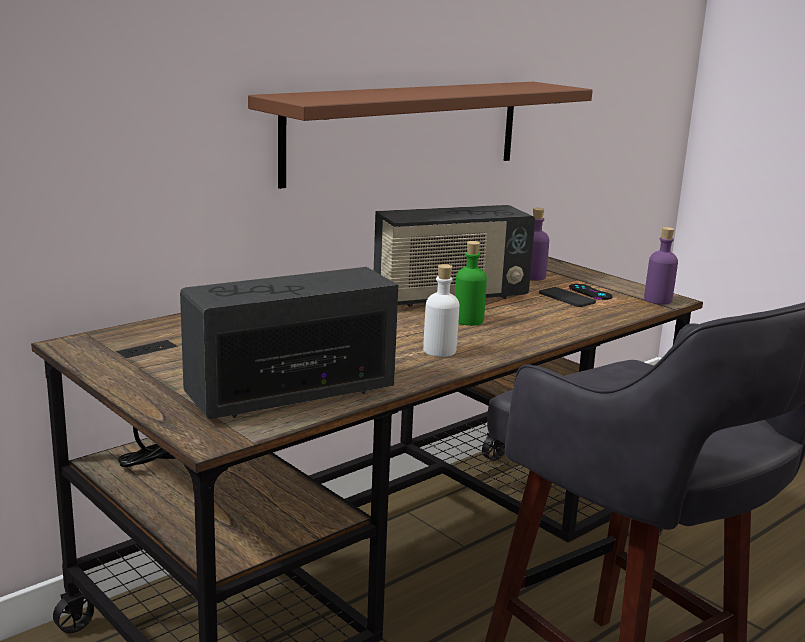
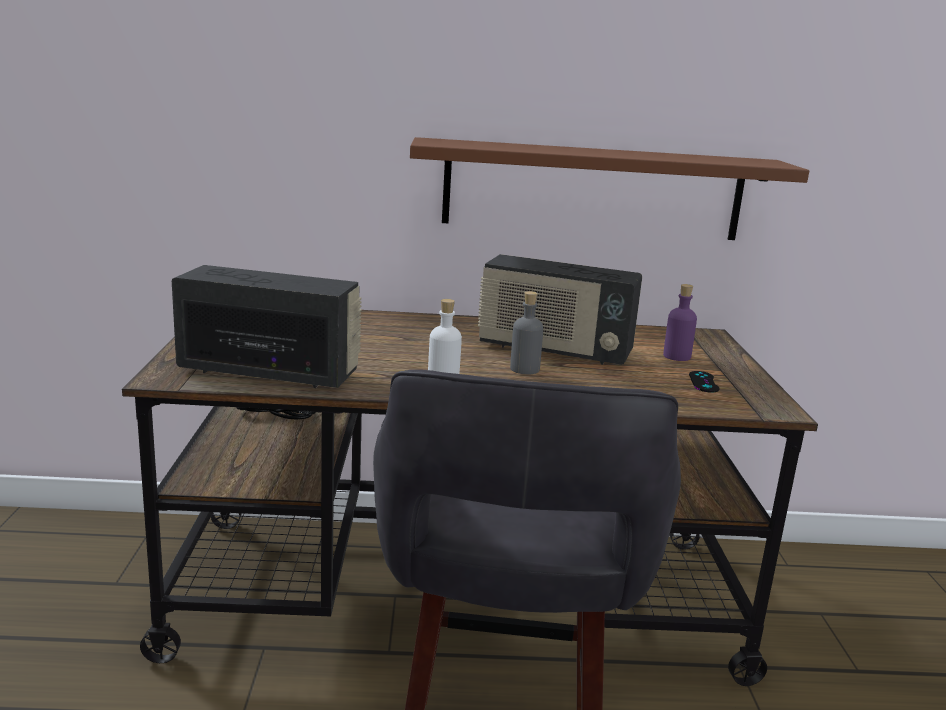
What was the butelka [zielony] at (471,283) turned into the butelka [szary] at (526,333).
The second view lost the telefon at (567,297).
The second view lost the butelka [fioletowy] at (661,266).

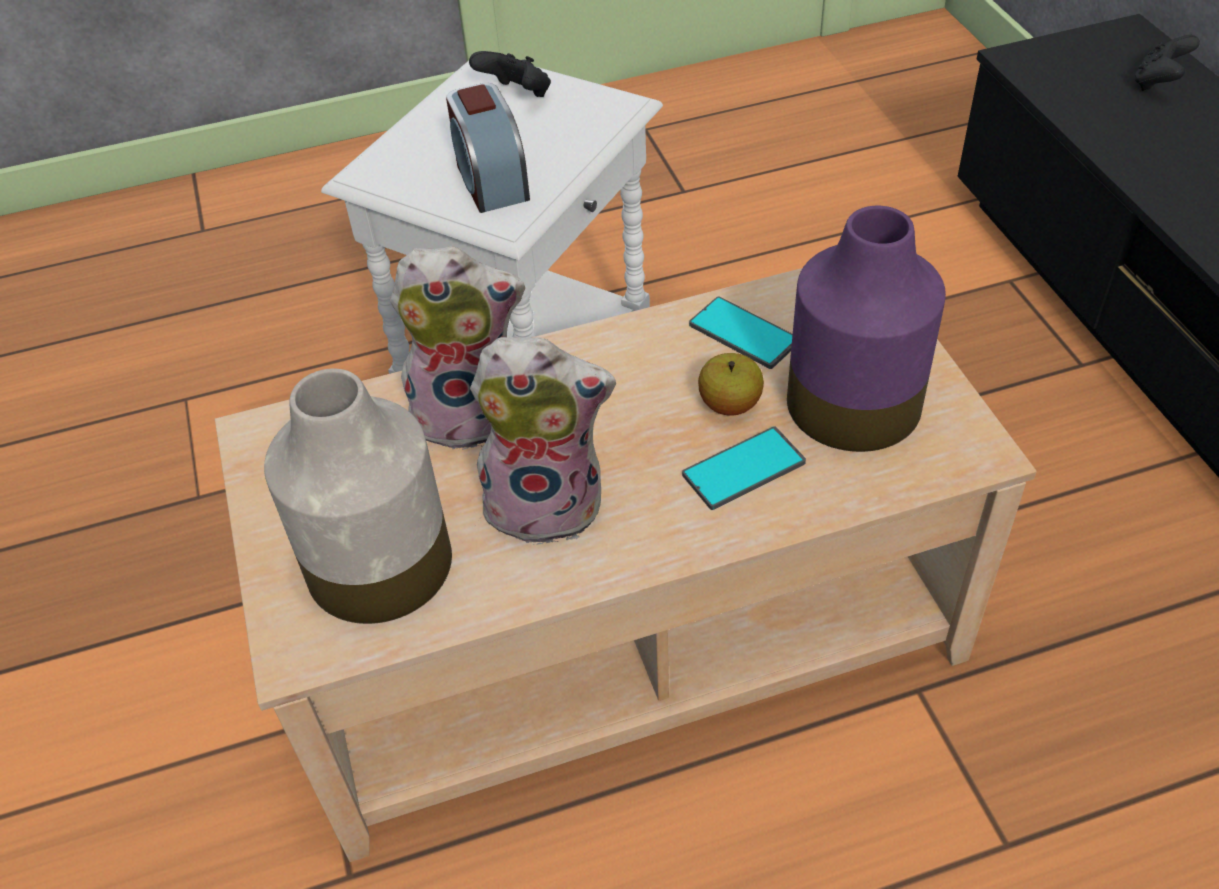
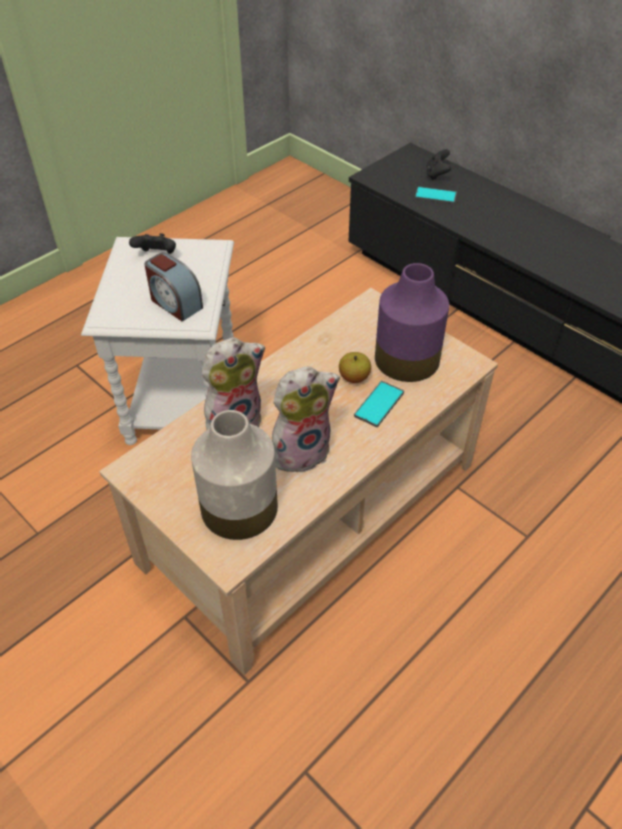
The telefon ended up elsewhere, having gone from (741,332) to (436,195).

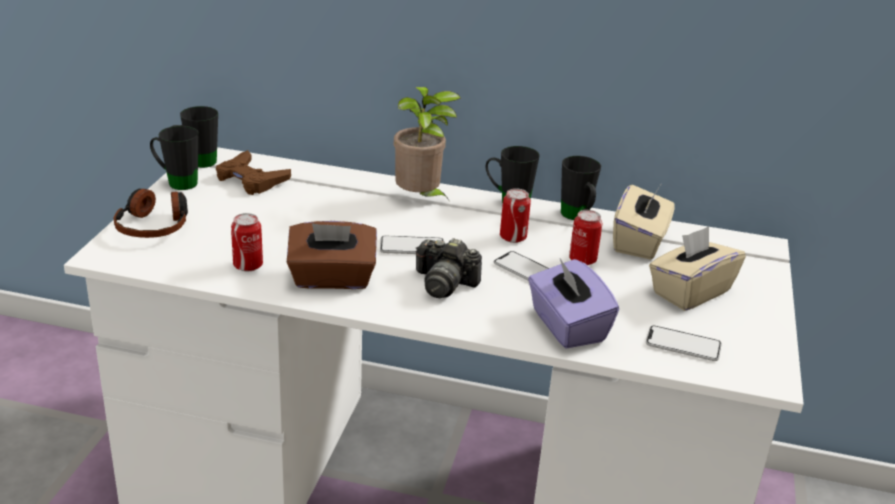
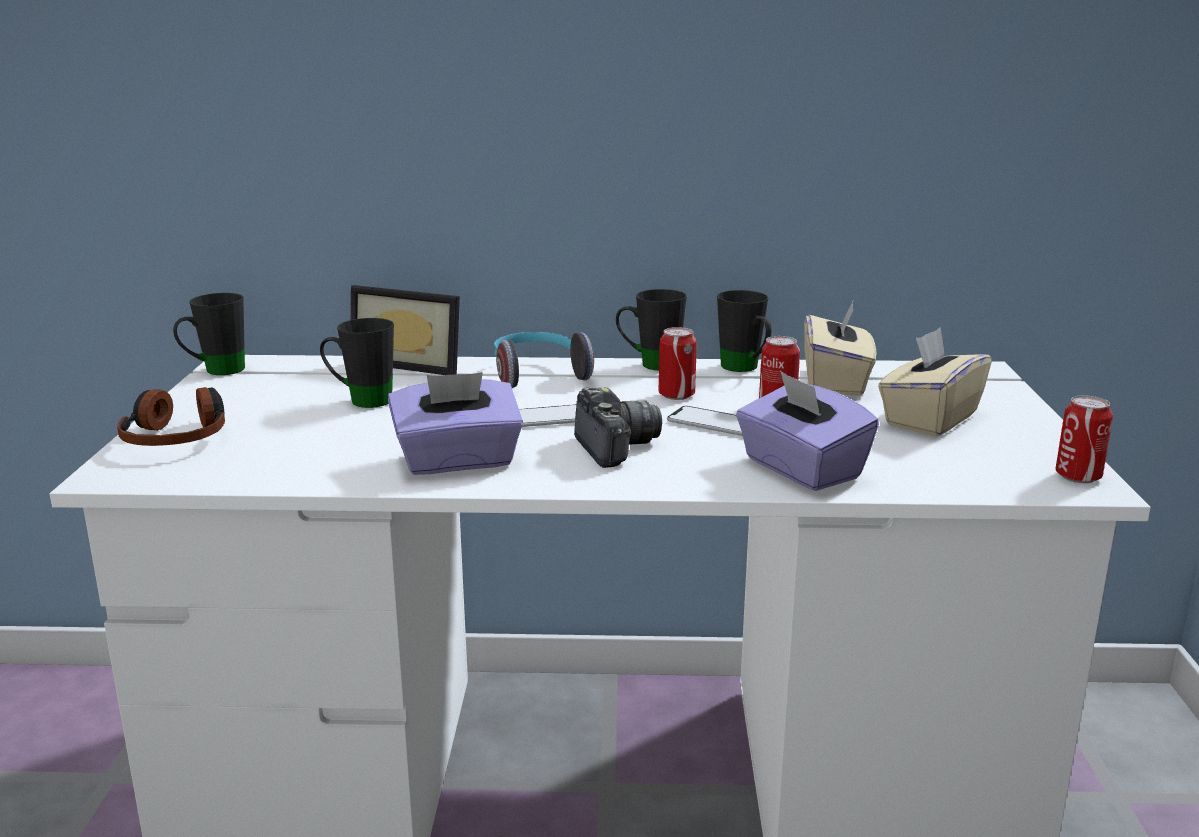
The kubek [czarny] ended up elsewhere, having gone from (174,158) to (357,363).
The second view lost the pad do gier [brązowy] at (253,172).
The puszka ended up elsewhere, having gone from (247,242) to (1084,439).
What was the pudełko chusteczek [brązowy] at (332,255) turned into the pudełko chusteczek [fioletowy] at (455,423).
Where the roślina doniczkowa stood at (427,143), the słuchawki came to stand at (544,360).
The aparat fotograficzny at (449,268) ended up facing another way, 120 degrees counterclockwise from before.
The second view lost the telefon at (684,343).
The second view gained the ramka na zdjęcie at (405,330).

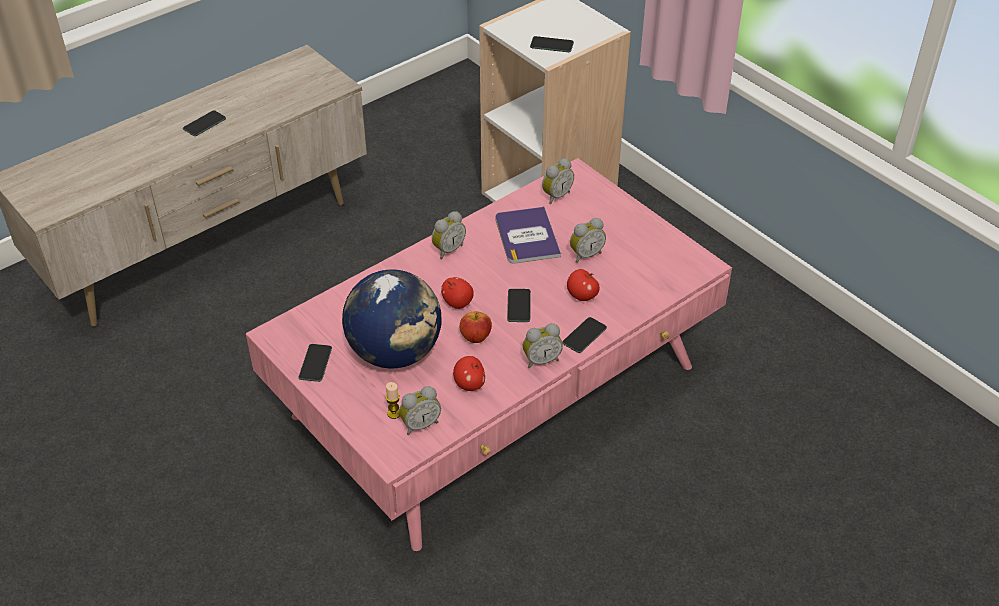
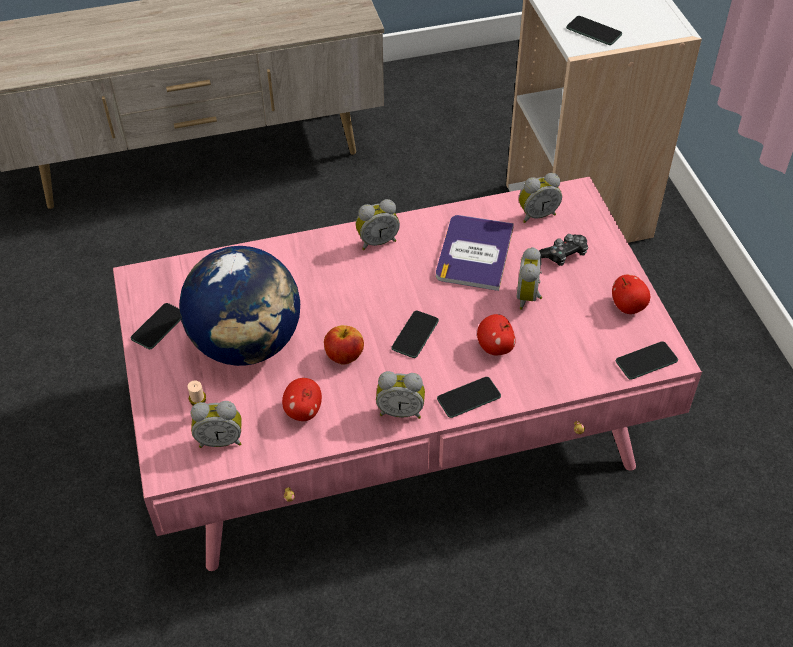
The telefon ended up elsewhere, having gone from (204,123) to (647,360).
The jabłko ended up elsewhere, having gone from (457,293) to (631,294).
The budzik at (588,240) ended up facing another way, 105 degrees clockwise from before.
The second view gained the pad do gier at (563,250).

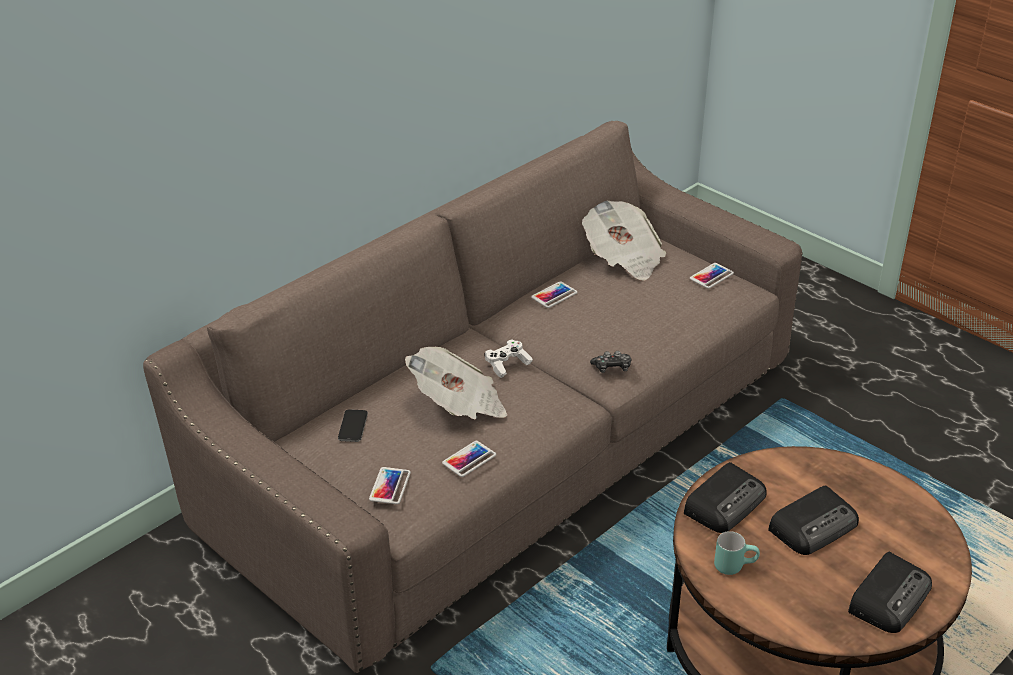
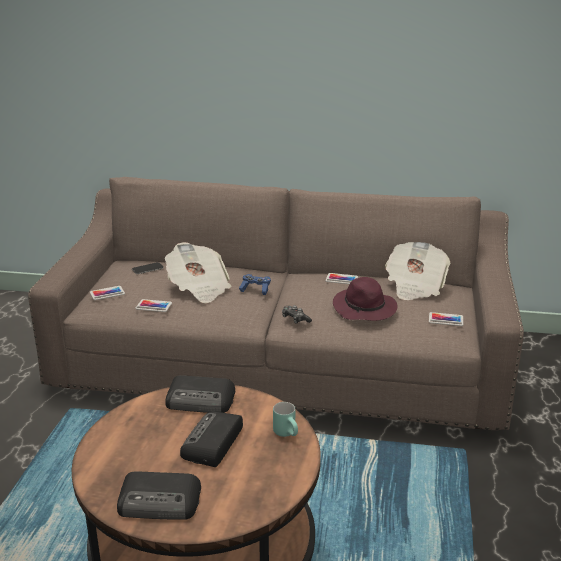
What was the pad do gier [biały] at (509,358) turned into the pad do gier [niebieski] at (255,284).
The kubek [turkusowy] ended up elsewhere, having gone from (737,553) to (285,419).
The radio at (813,520) ended up facing another way, 90 degrees clockwise from before.
The second view gained the kapelusz [fioletowy] at (365,299).

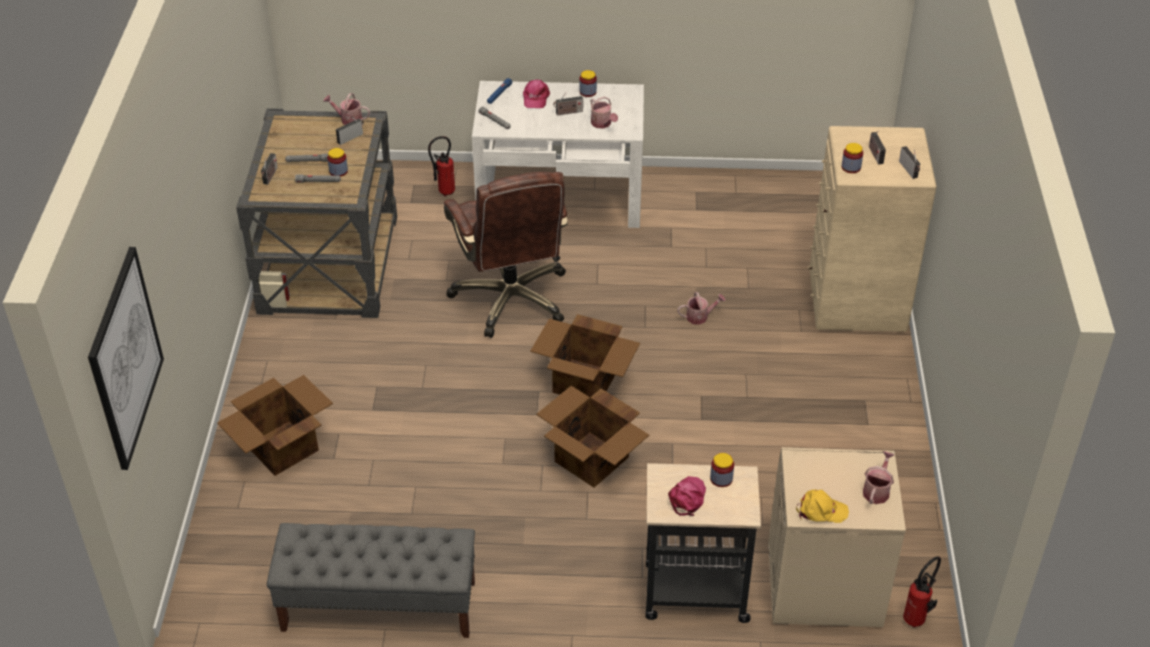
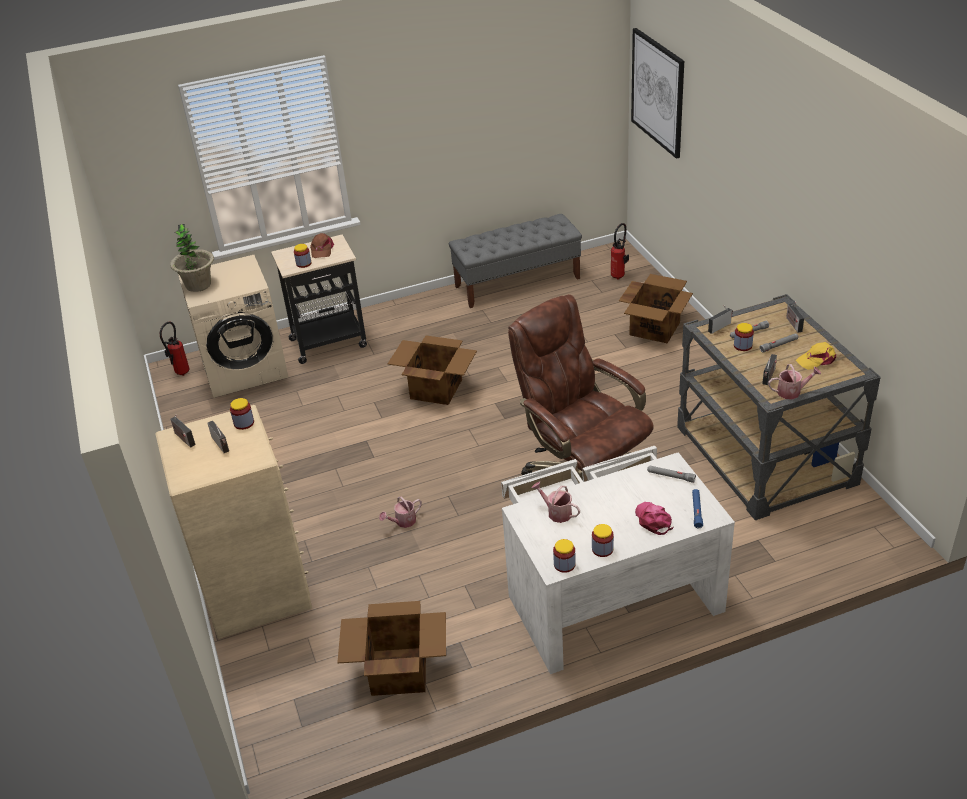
The gaśnica ended up elsewhere, having gone from (441,166) to (620,251).
The karton ended up elsewhere, having gone from (585,355) to (391,648).
The radio ended up elsewhere, having gone from (568,104) to (720,319).
What was the czapka z daszkiem [różowy] at (687,496) turned into the czapka z daszkiem [brązowy] at (322,245).
The czapka z daszkiem [żółty] ended up elsewhere, having gone from (822,506) to (816,356).
Where the konewka stood at (878,477), the roślina doniczkowa came to stand at (192,258).
The second view gained the słoik at (564,556).

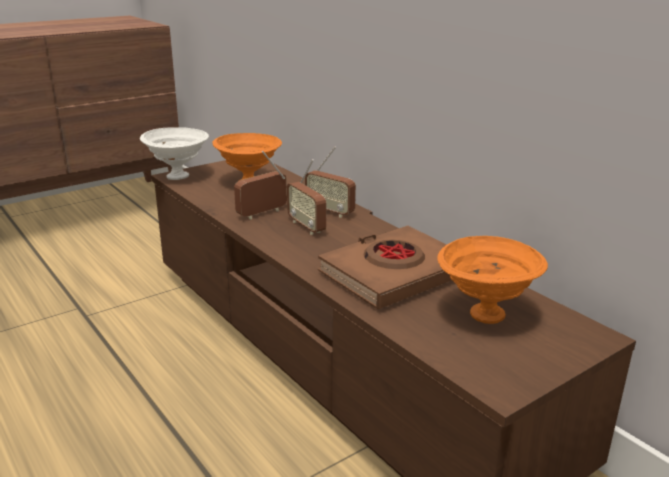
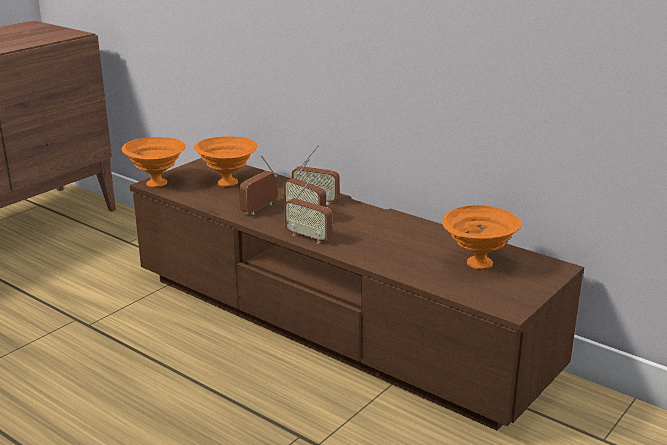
What was the miska [biały] at (174,153) turned into the miska [pomarańczowy] at (154,162).
The second view lost the książka [brązowy] at (384,267).
The second view gained the radio at (308,210).

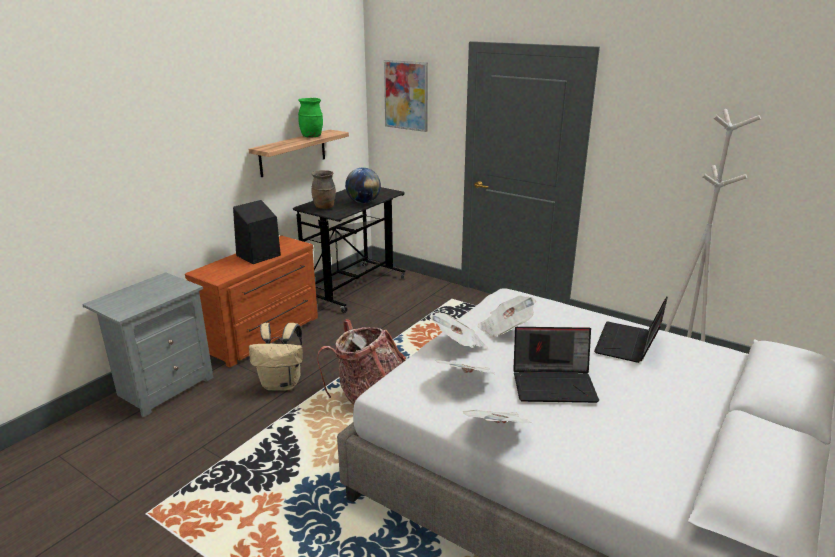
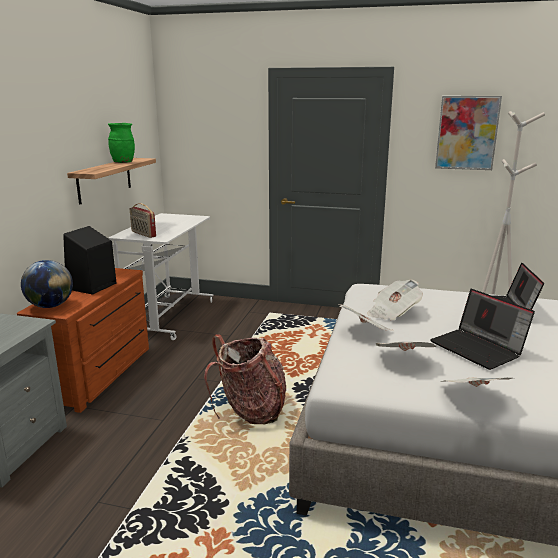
The second view lost the plecak [beżowy] at (276,357).
What was the biurko [czarny] at (349,250) turned into the biurko [biały] at (161,276).
Where the wazon [brązowy] stood at (323,189), the radio came to stand at (143,220).
The globus ended up elsewhere, having gone from (363,185) to (47,284).
The obraz ended up elsewhere, having gone from (406,96) to (468,133).
The laptop at (556,365) ended up facing another way, 75 degrees clockwise from before.

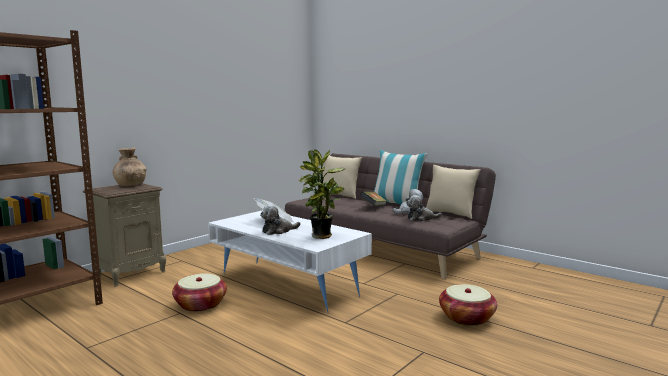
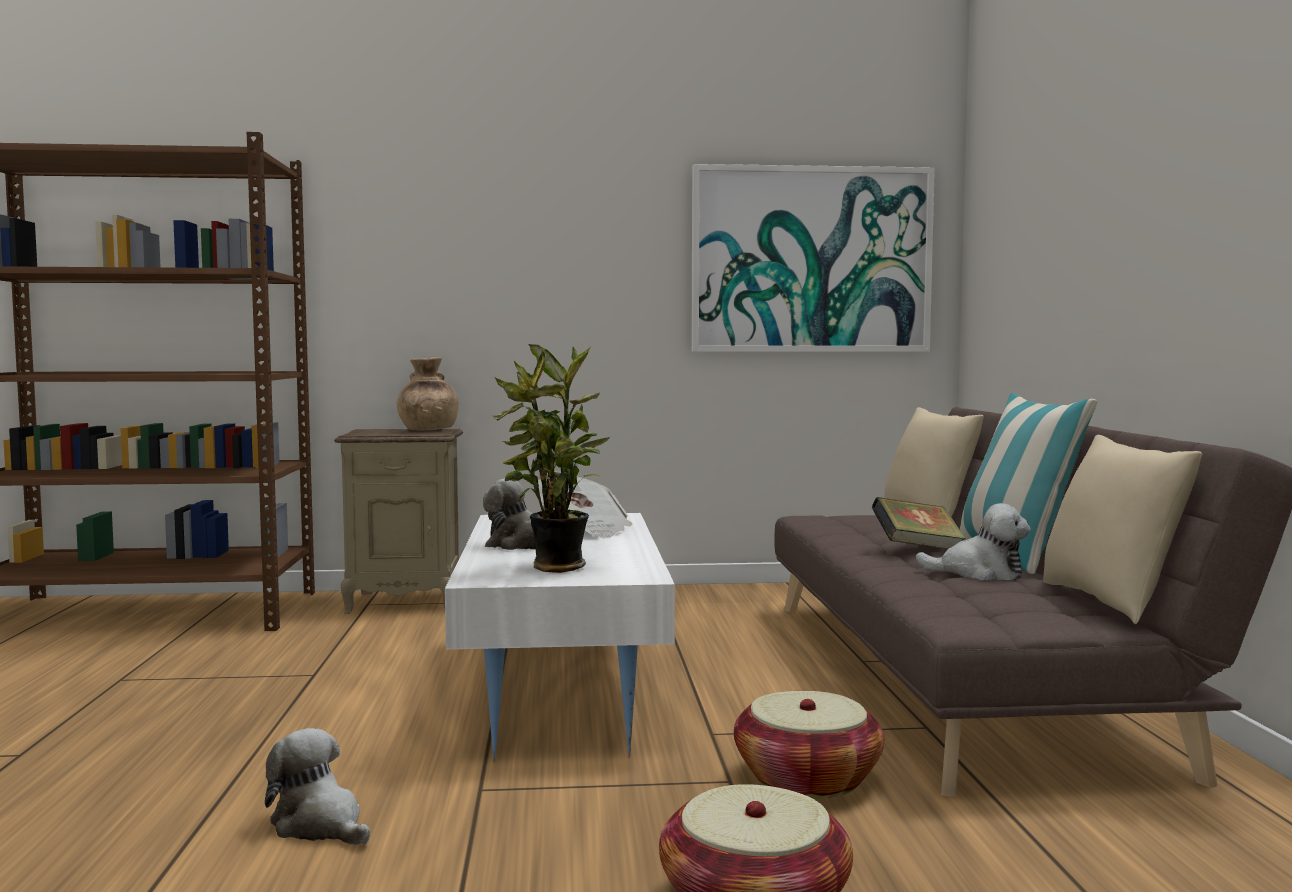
The koszyk ended up elsewhere, having gone from (199,292) to (809,745).
The pluszak ended up elsewhere, having gone from (424,208) to (317,786).
The second view gained the obraz at (813,258).

